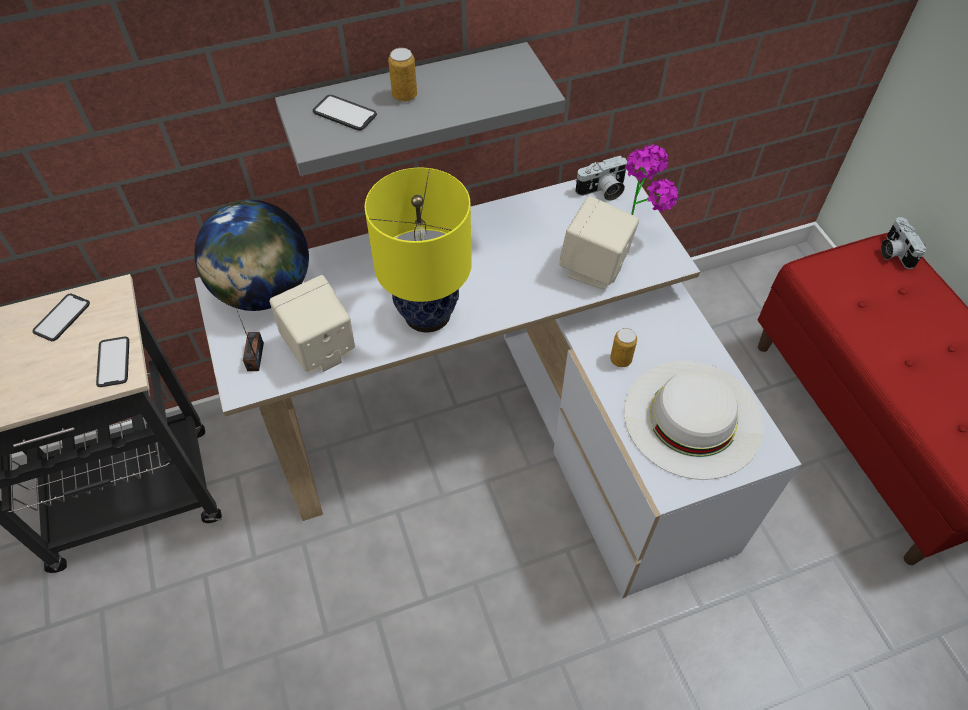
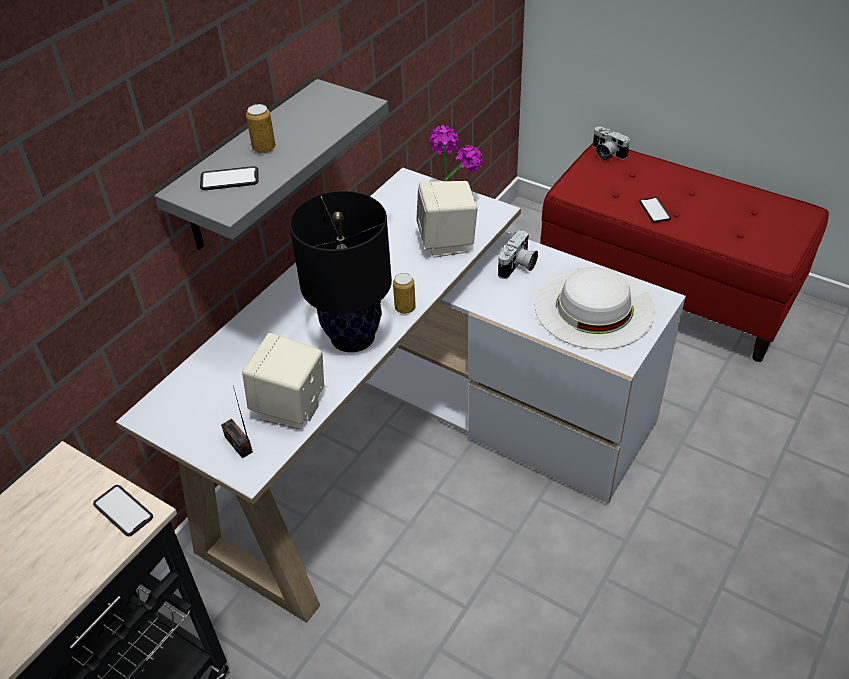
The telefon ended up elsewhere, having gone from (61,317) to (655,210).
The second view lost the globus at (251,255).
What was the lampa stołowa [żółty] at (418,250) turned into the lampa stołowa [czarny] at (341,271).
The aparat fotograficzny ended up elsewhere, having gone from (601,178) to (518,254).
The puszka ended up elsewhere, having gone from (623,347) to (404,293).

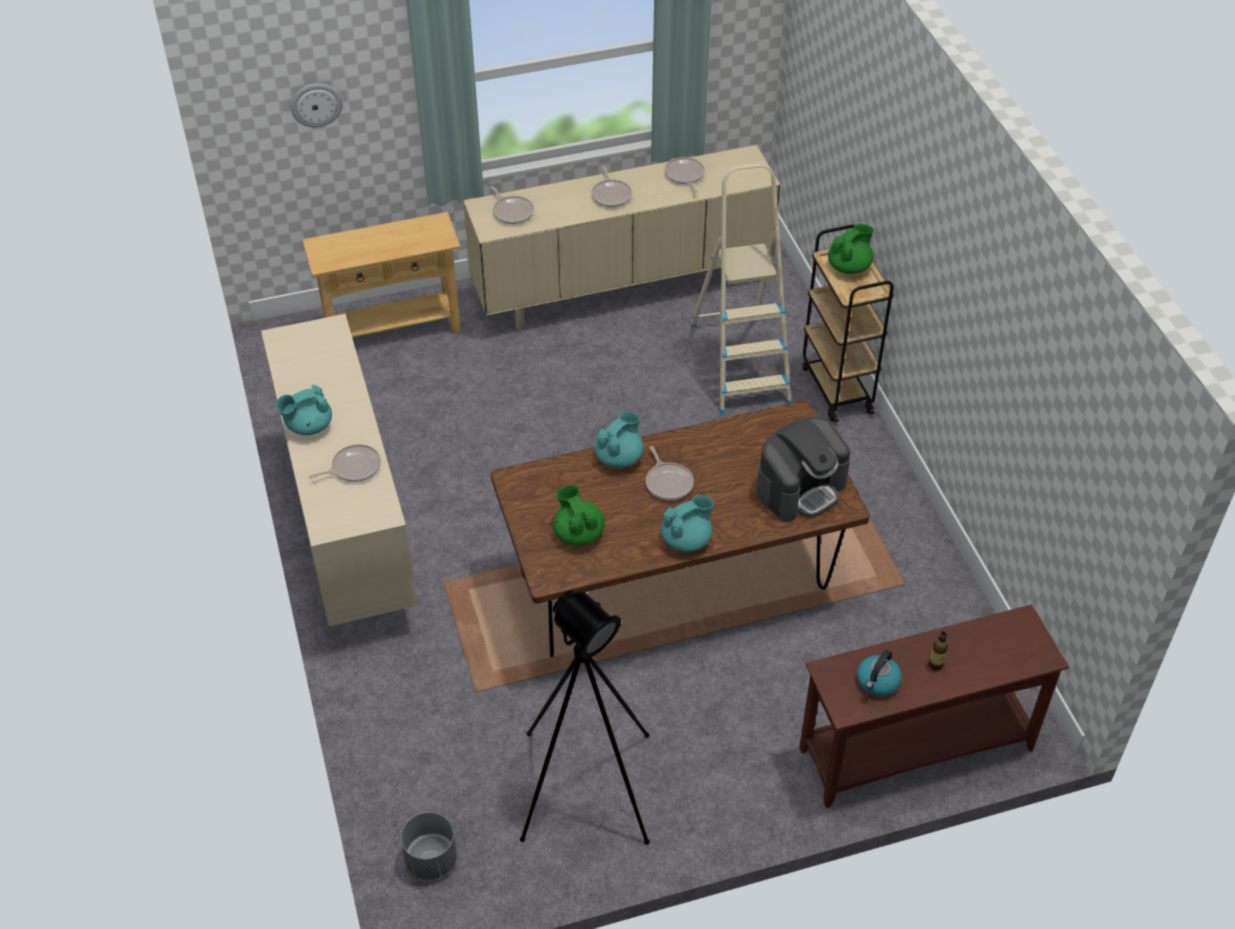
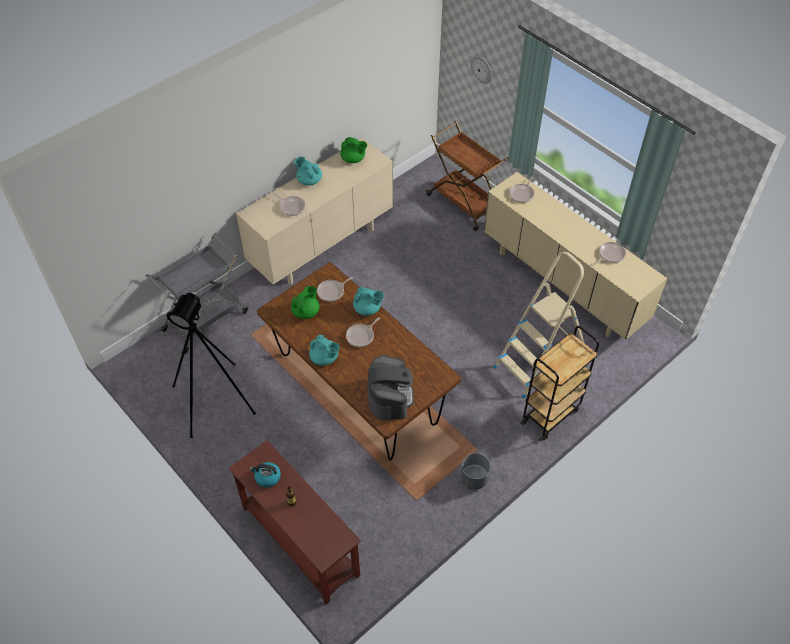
Where the stolik konsolowy [beżowy] stood at (381,274), the wózek [brązowy] came to stand at (468,176).
The donica [szary] ended up elsewhere, having gone from (429,846) to (476,471).
The patelnia ended up elsewhere, having gone from (611,186) to (335,289).
The ekspres do kawy at (803,469) ended up facing another way, 120 degrees counterclockwise from before.
The imbryk [zielony] ended up elsewhere, having gone from (851,249) to (353,150).
The second view gained the wózek [szary] at (197,293).

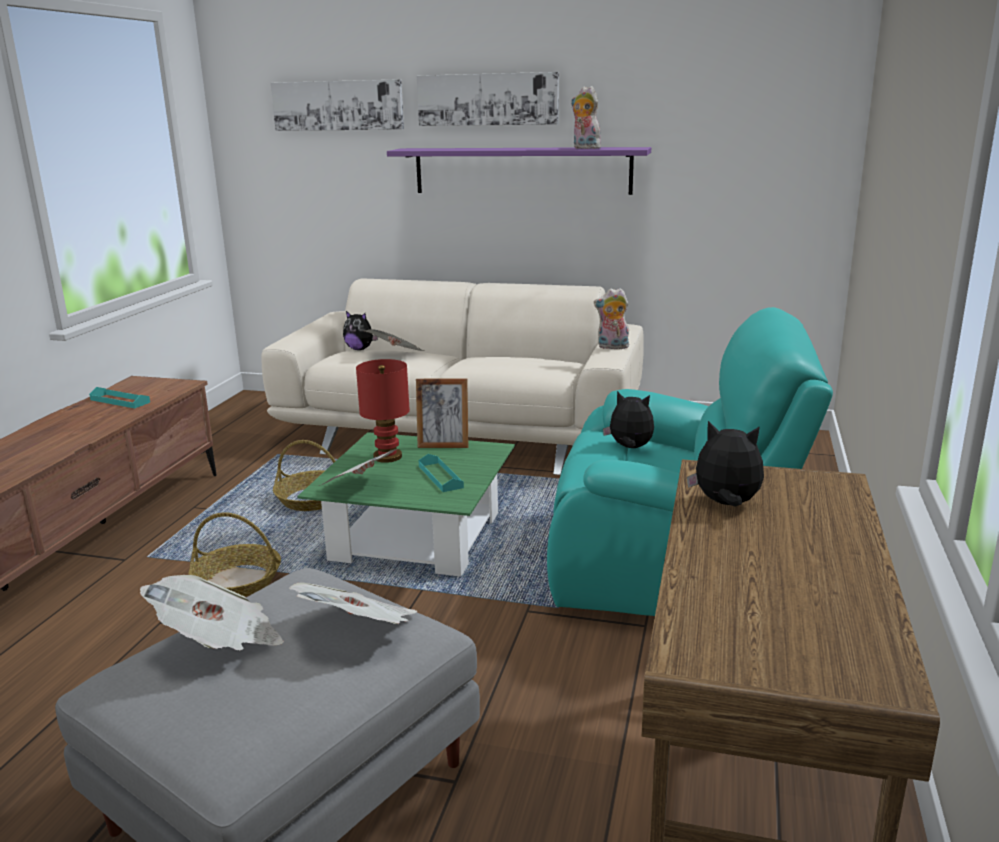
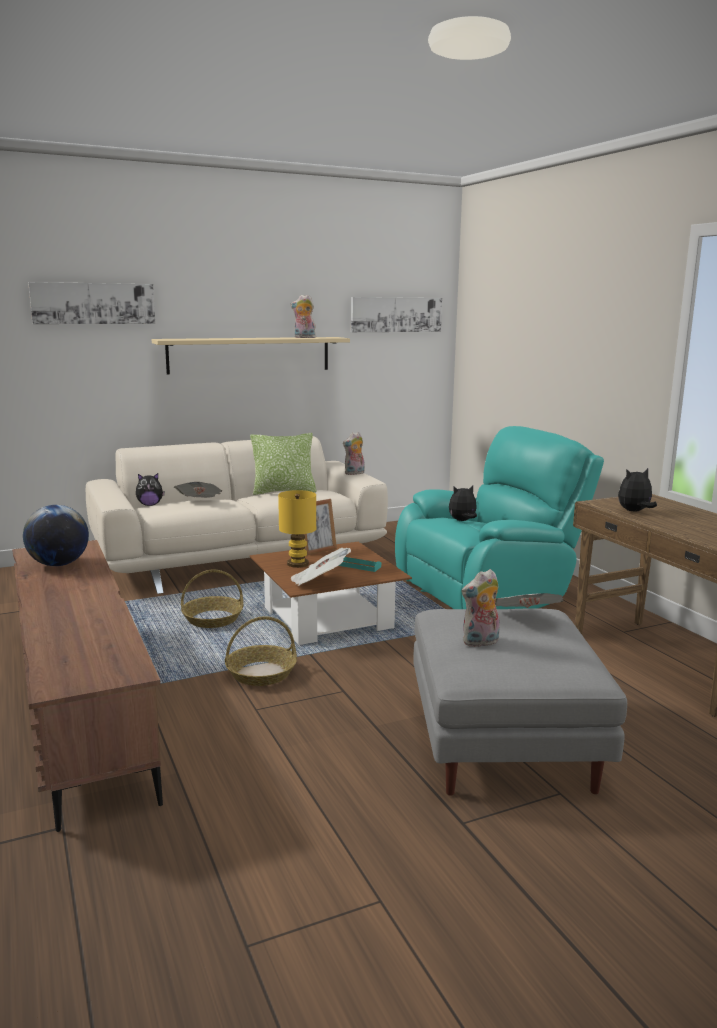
Where the taca [turkusowy] stood at (119,397), the globus came to stand at (56,535).
Where the gazeta stood at (212,612), the pluszak came to stand at (480,608).
What was the ława [zielony] at (406,504) turned into the ława [brązowy] at (331,593).
What was the lampa stołowa [czerwony] at (383,411) turned into the lampa stołowa [żółty] at (297,529).
What was the półka [fioletowy] at (519,171) turned into the półka [beżowy] at (251,355).
The obraz ended up elsewhere, having gone from (488,99) to (396,314).
The second view gained the poduszka at (283,464).

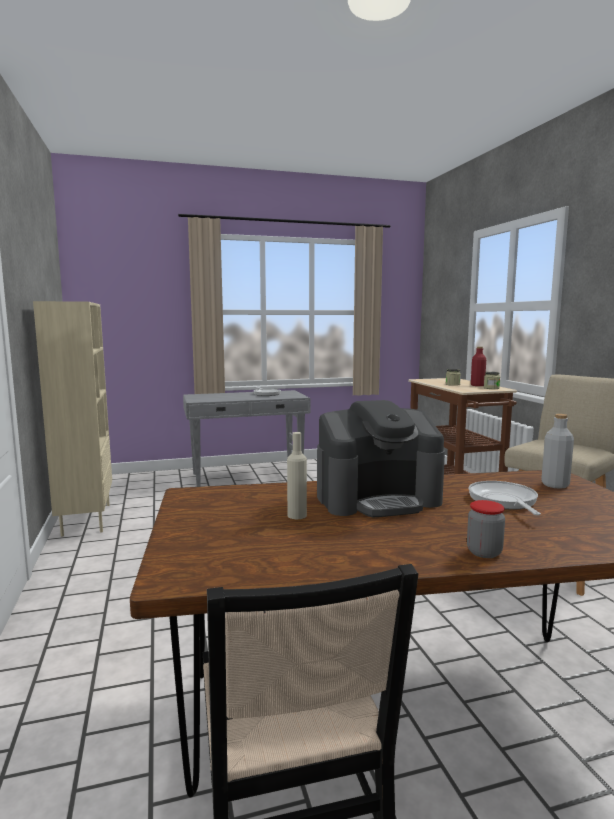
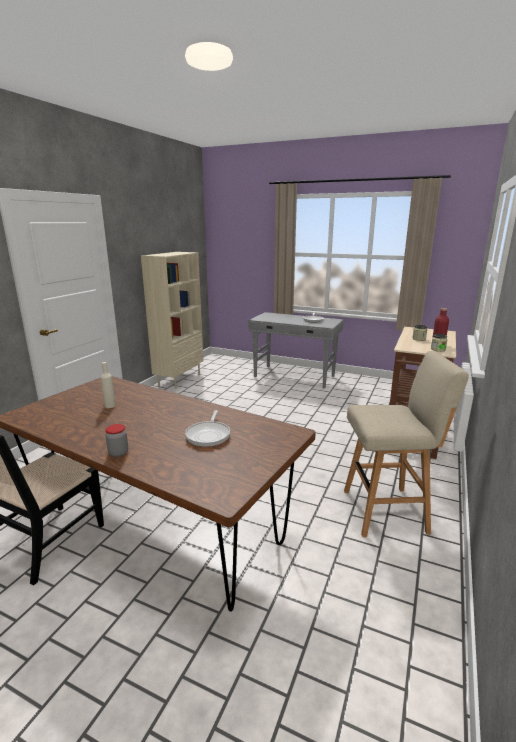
The second view lost the ekspres do kawy at (381,458).
The patelnia at (504,498) ended up facing another way, 150 degrees clockwise from before.
The second view lost the butelka [szary] at (557,451).

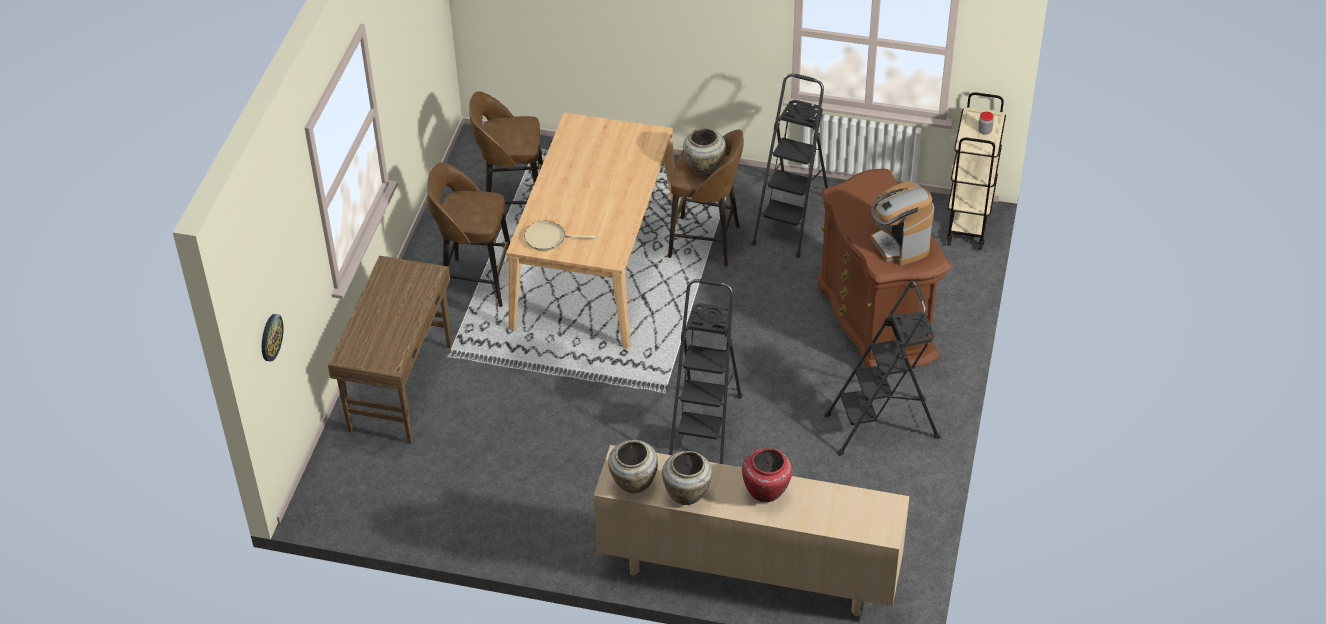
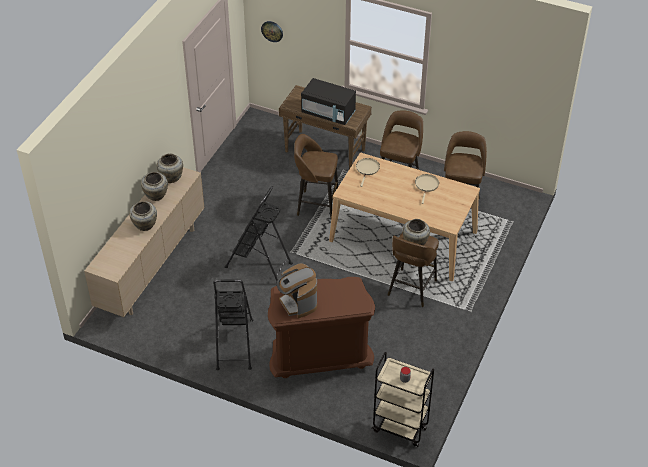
What was the wazon [czerwony] at (767,475) turned into the wazon [beżowy] at (143,216).
The second view lost the drabinka at (789,166).
The ekspres do kawy at (902,223) ended up facing another way, 105 degrees counterclockwise from before.
The second view gained the stołek [brązowy] at (316,175).
The second view gained the mikrofalówka [czarny] at (328,101).
The second view gained the patelnia [beżowy] at (427,189).

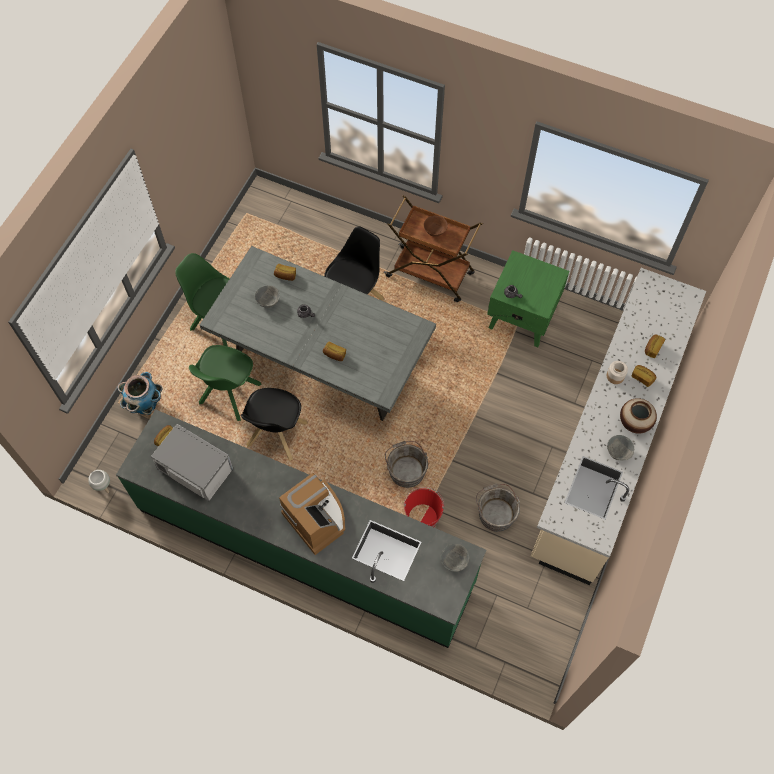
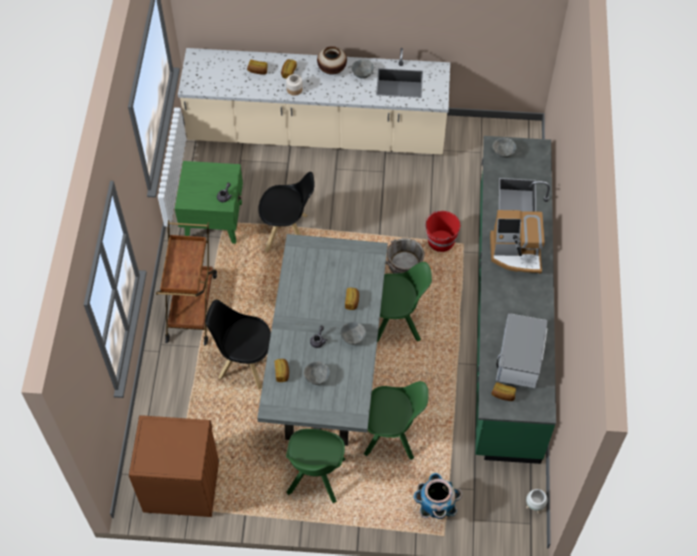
The krzesło [czarny] ended up elsewhere, having gone from (274,424) to (286,212).
The ekspres do kawy at (312,514) ended up facing another way, 120 degrees counterclockwise from before.
The second view lost the miska [brązowy] at (436,226).
The second view lost the wiadro [szary] at (498,507).
The second view gained the pralka [brązowy] at (174,466).
The second view gained the miska [szary] at (353,333).
The second view gained the krzesło [zielony] at (404,302).

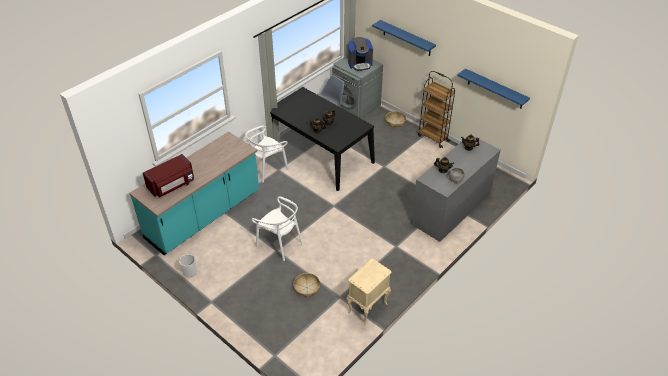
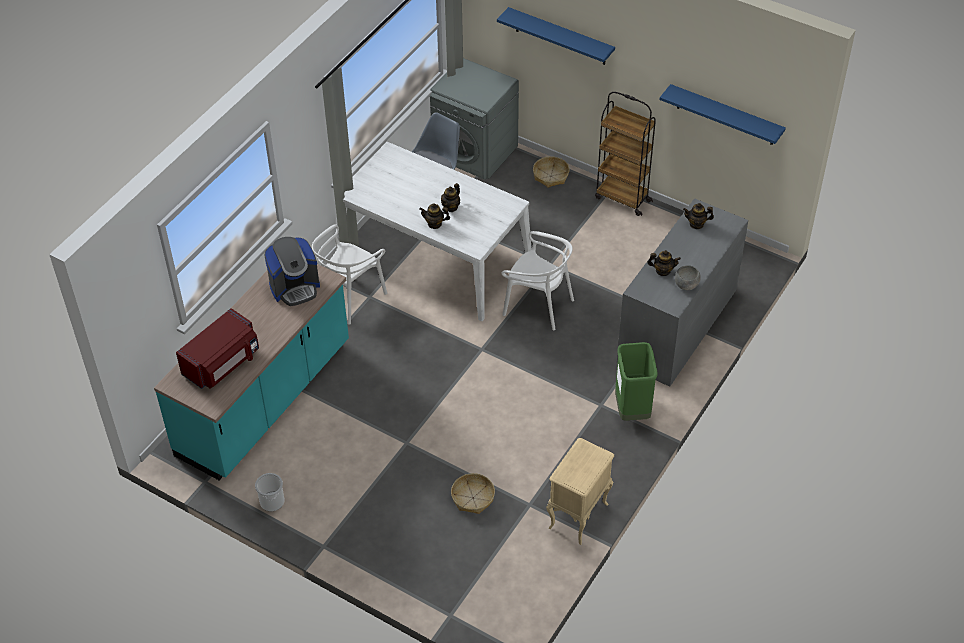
The krzesło [biały] ended up elsewhere, having gone from (277,228) to (538,280).
What was the stół jadalny [czarny] at (322,139) turned into the stół jadalny [biały] at (434,231).
The ekspres do kawy ended up elsewhere, having gone from (360,54) to (292,271).
The second view gained the kosz na śmieci [zielony] at (636,381).

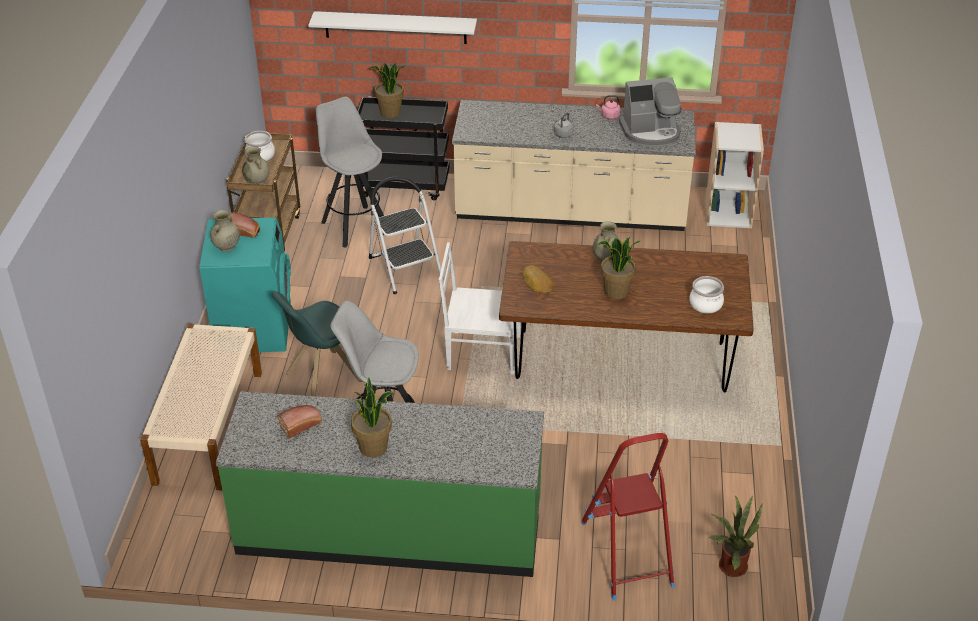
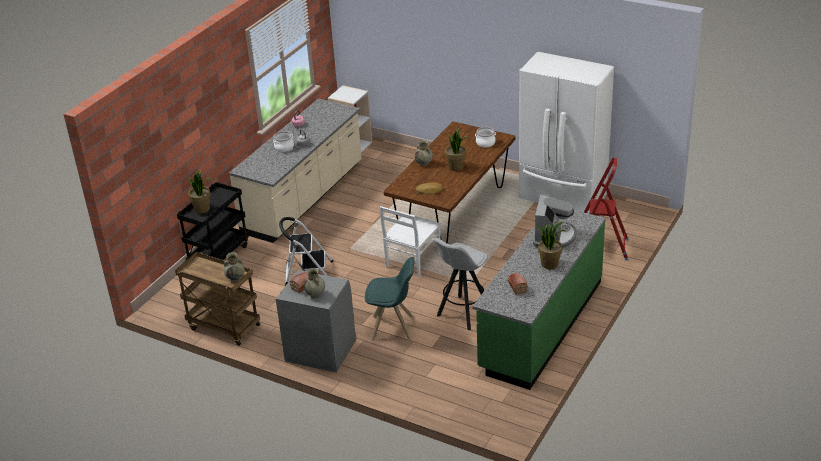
The second view lost the ławka [beżowy] at (201,407).
What was the pralka [turkusowy] at (245,285) turned into the pralka [szary] at (316,321).
The garnek ended up elsewhere, having gone from (260,146) to (283,141).
The krzesło [turkusowy] at (317,343) ended up facing another way, 75 degrees counterclockwise from before.
The second view lost the półka [biały] at (392,27).
The second view lost the stołek [szary] at (349,172).
The ekspres do kawy ended up elsewhere, having gone from (650,112) to (554,222).
The second view lost the roślina doniczkowa at (735,536).
The second view gained the lodówka [biały] at (566,132).

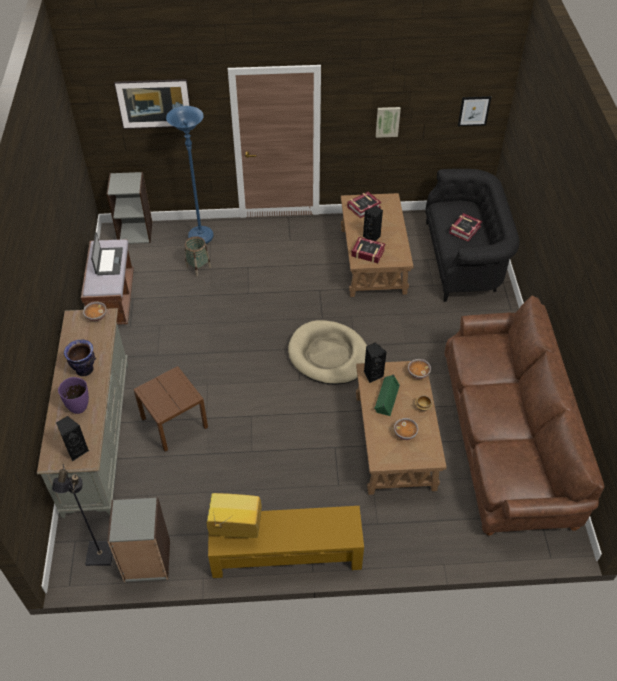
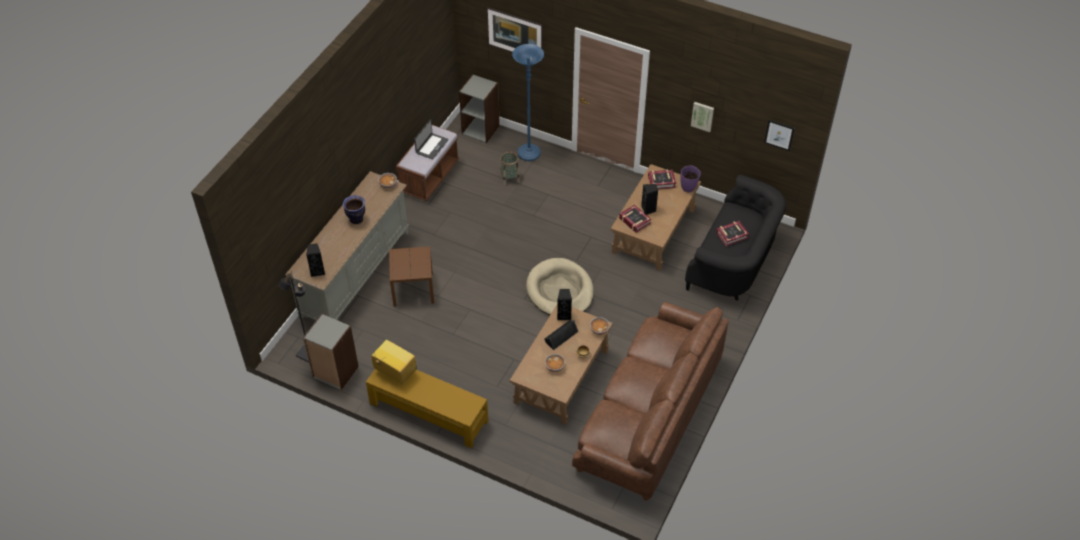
The wazon [fioletowy] ended up elsewhere, having gone from (73,395) to (690,178).
What was the głośnik [zielony] at (387,395) turned into the głośnik [czarny] at (561,335).

